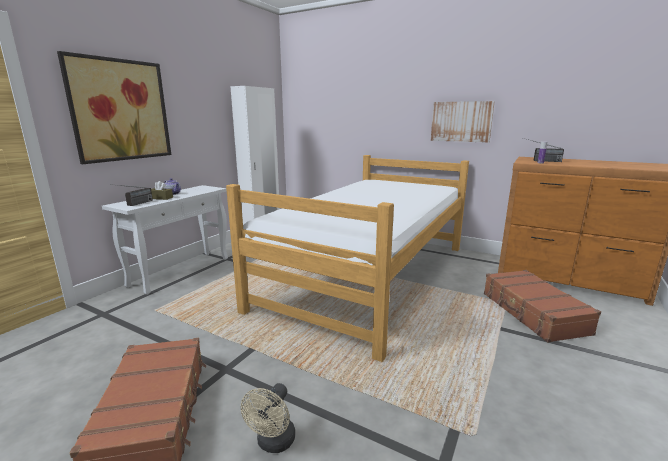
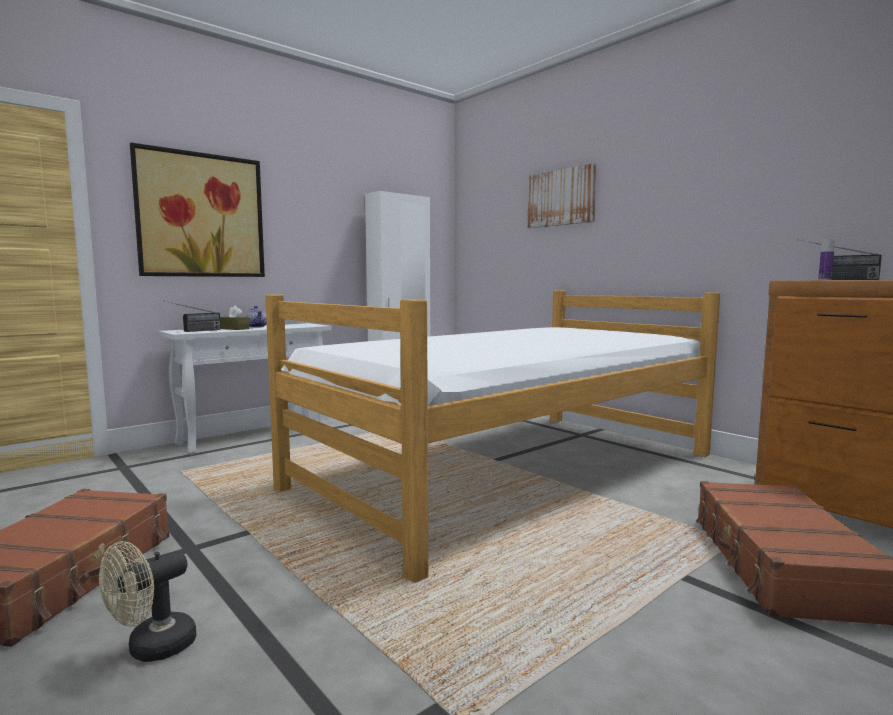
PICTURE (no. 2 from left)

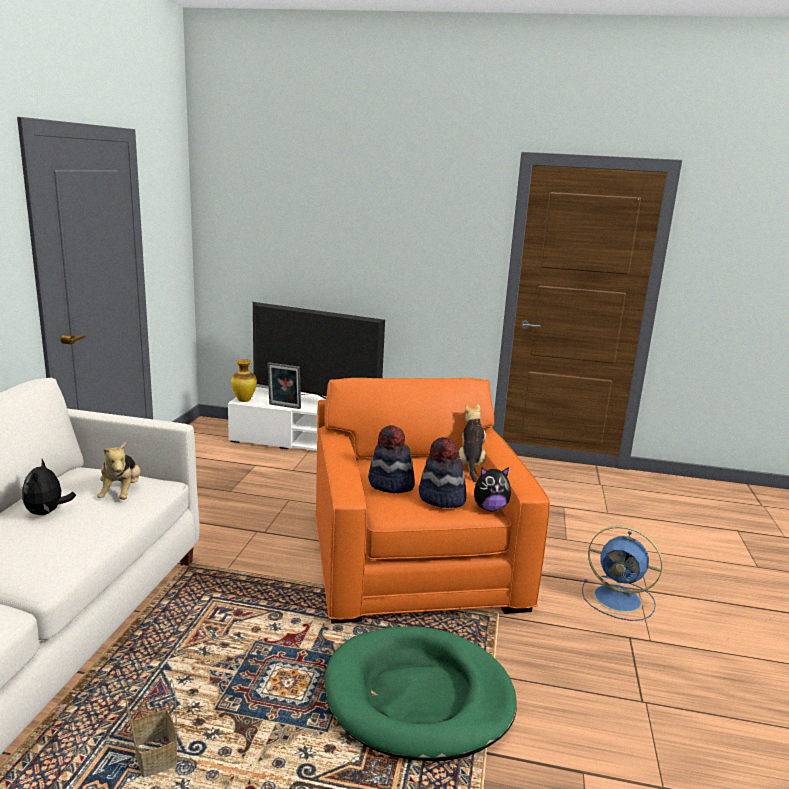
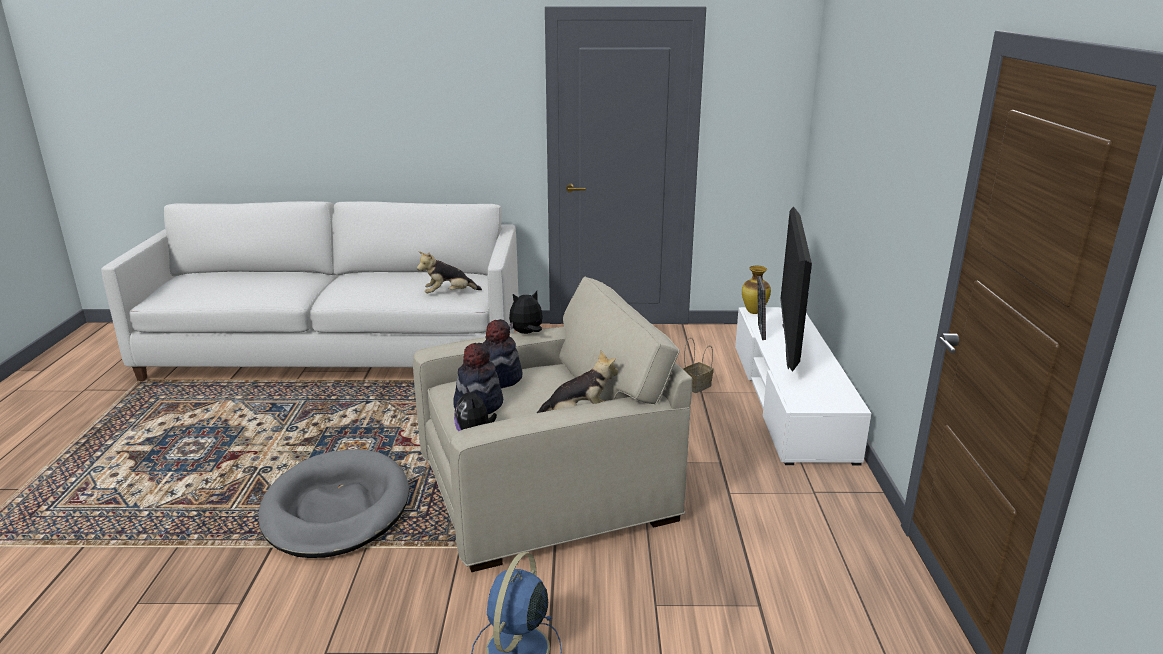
SOFT TOY (no. 3 from left); HOUSEHOLD BASKET; BEIGE-COLOURED ARMCHAIR; GREYISH DOG BED

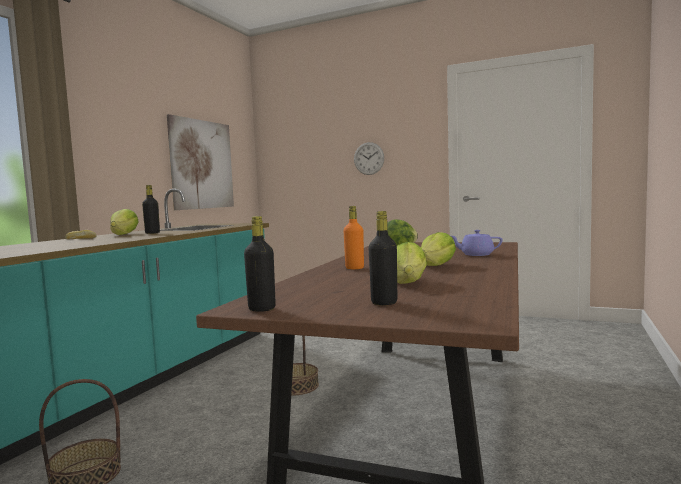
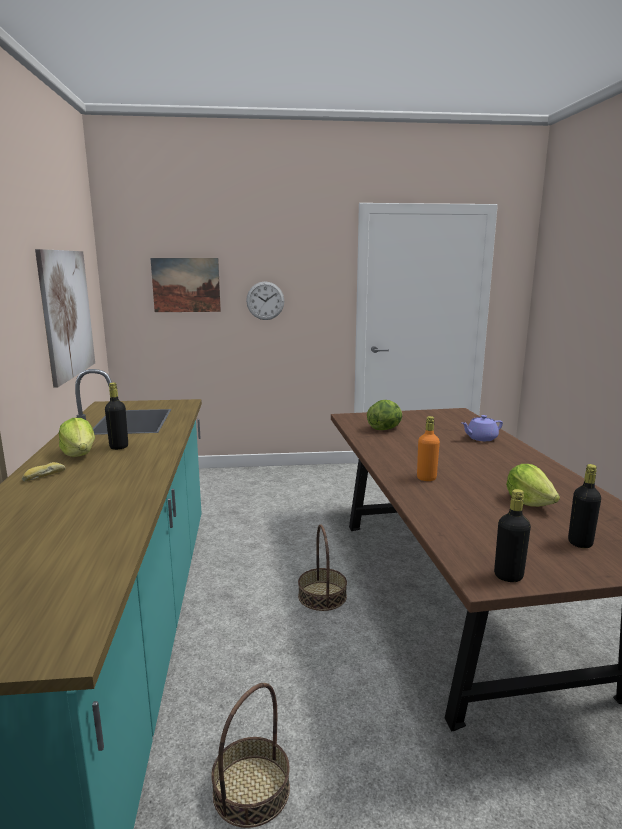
HEAD OF LETTUCE (no. 4 from left in the first image); PICTURE (no. 2 from left)

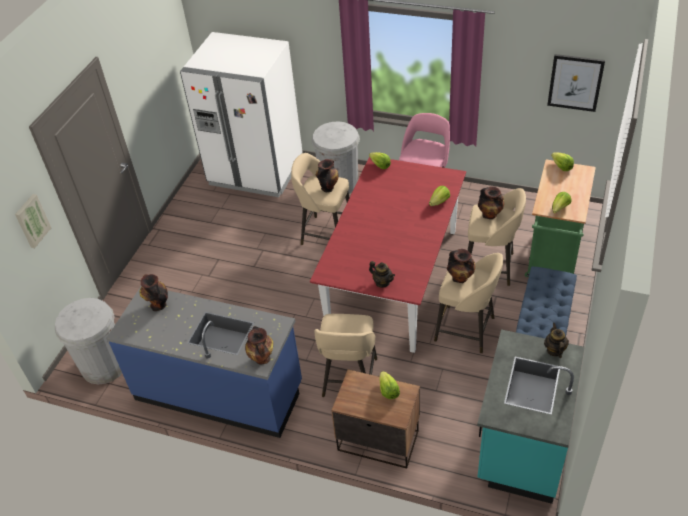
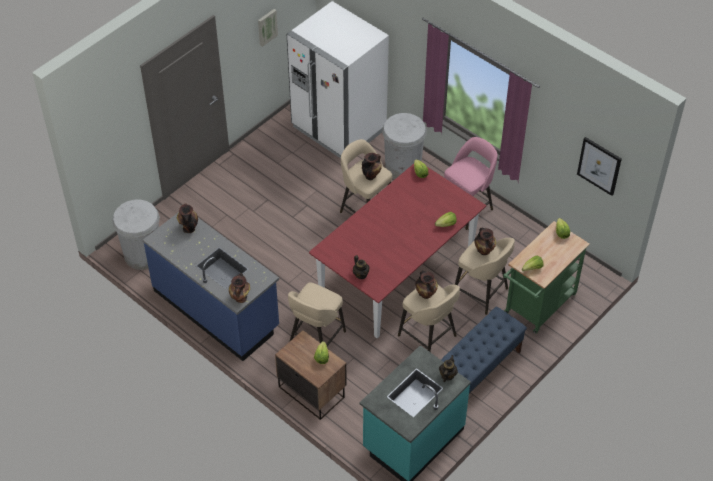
PICTURE (no. 1 from left)

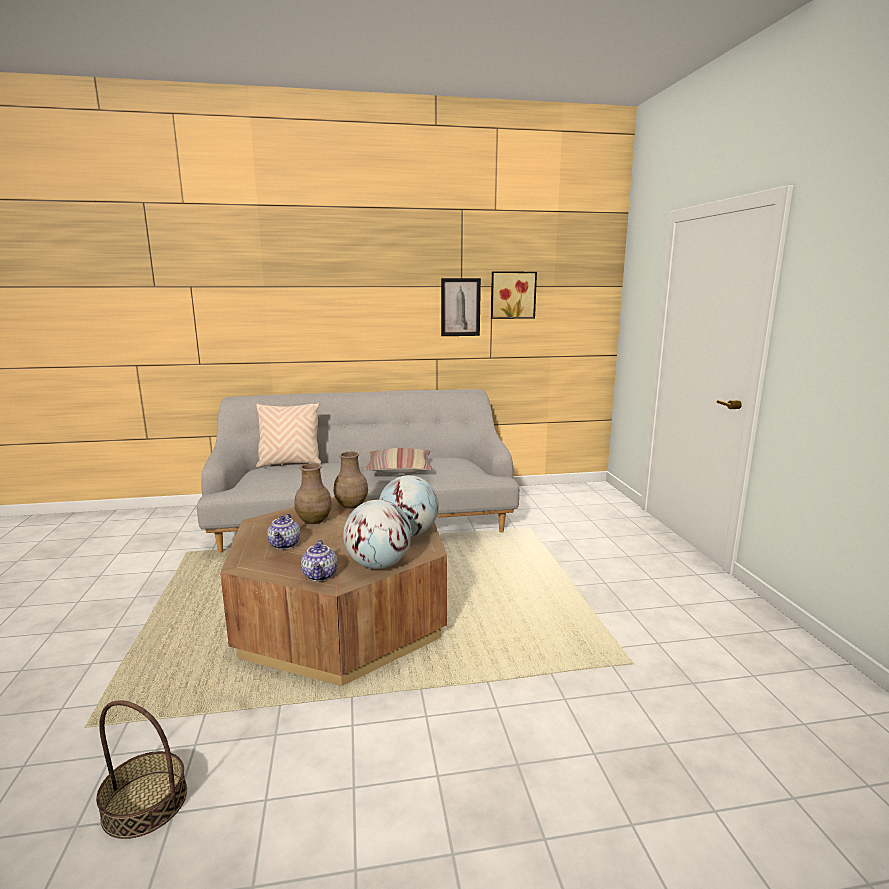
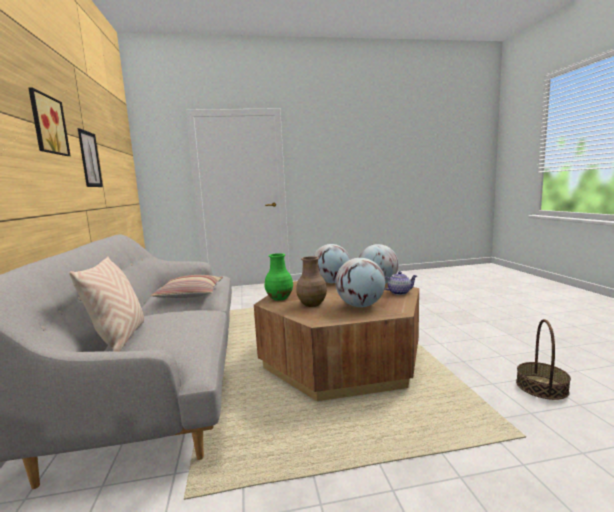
DESK GLOBE (no. 2 from left); GREENISH FLOWER VASE; PICTURE (no. 1 from left)

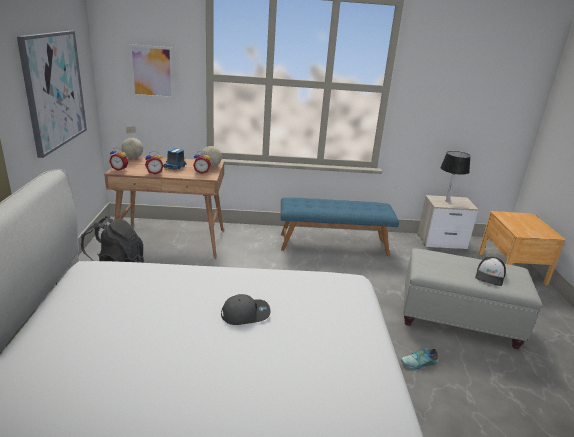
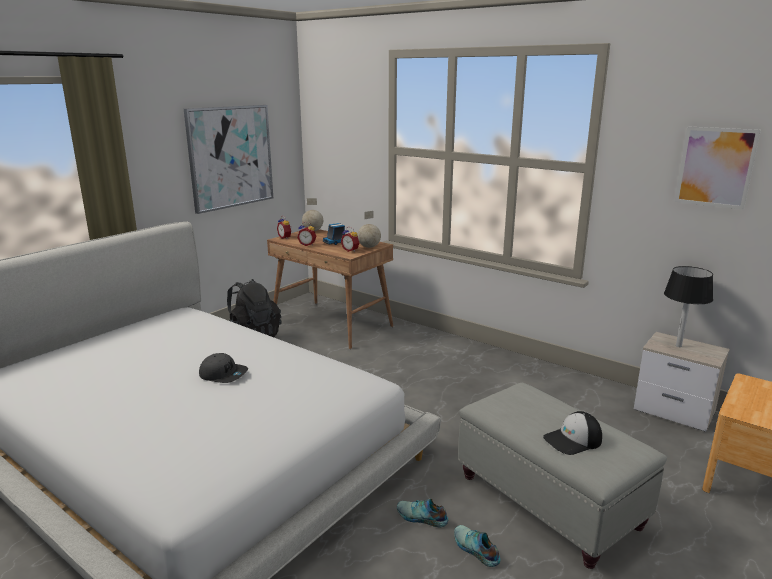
PICTURE (no. 2 from left); BLUE-COLOURED INDOOR BENCH; ITEM OF FOOTWEAR (no. 2 from left)

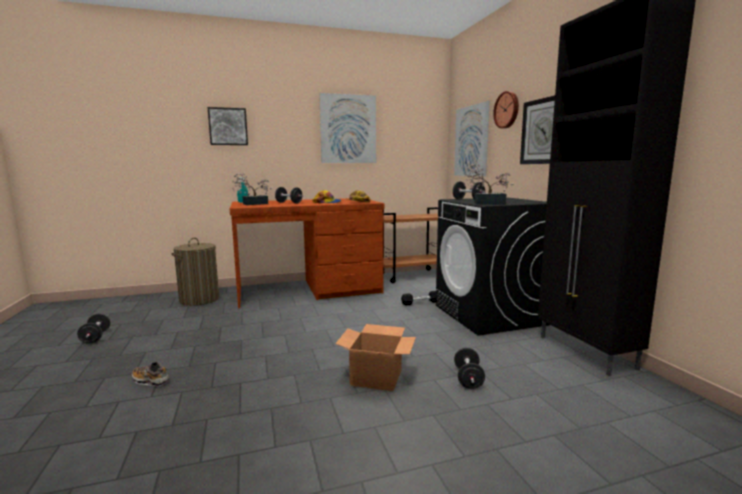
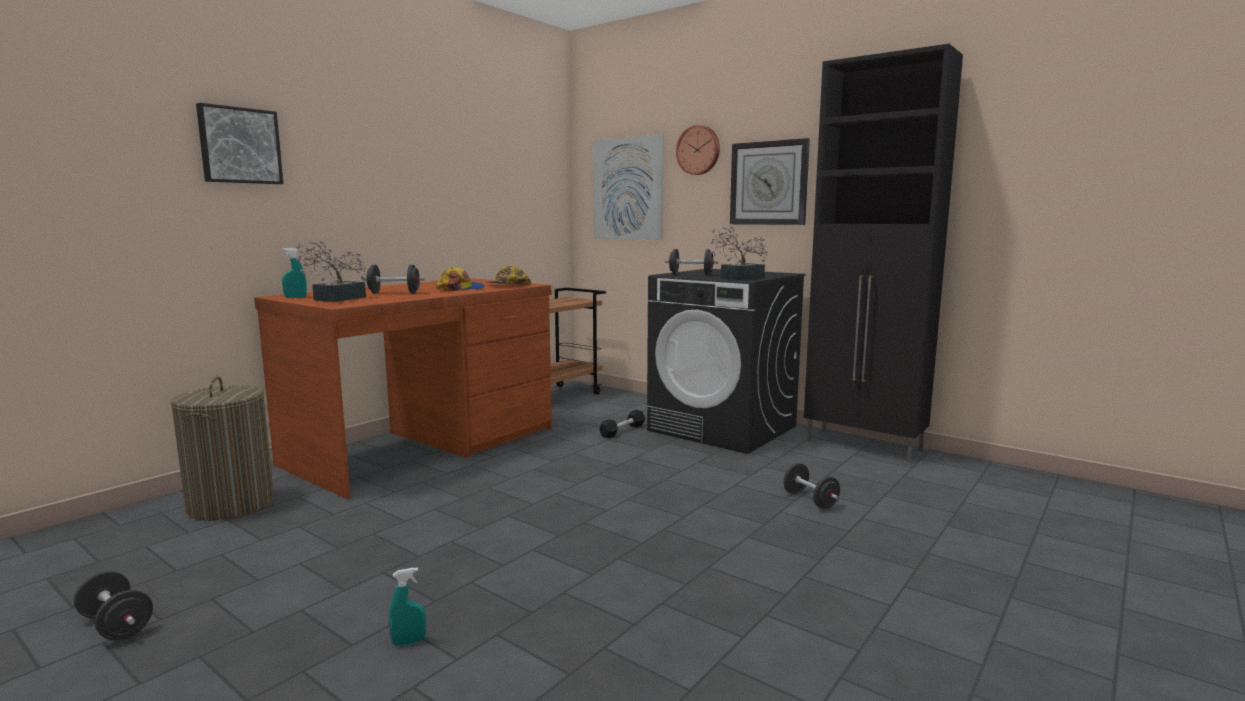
TURQUOISE SPRAYER (no. 2 from left); PICTURE (no. 2 from left in the first image); CARDBOARD BOX

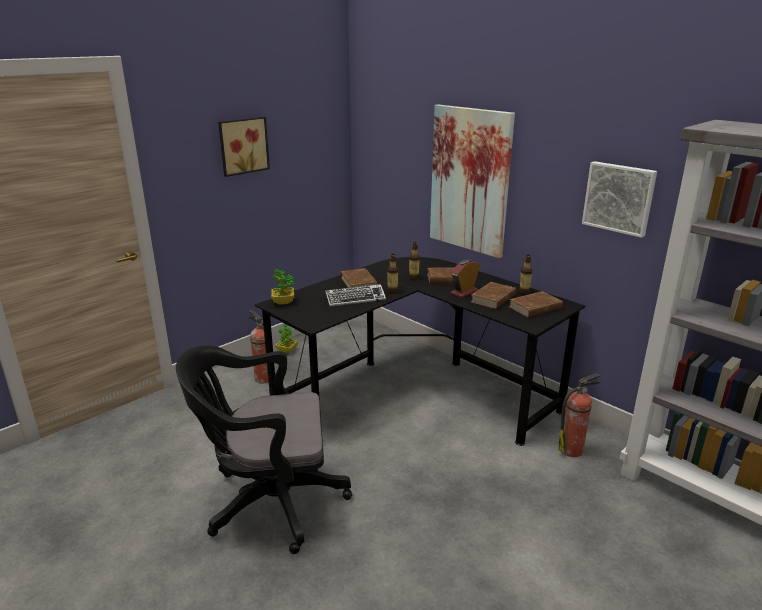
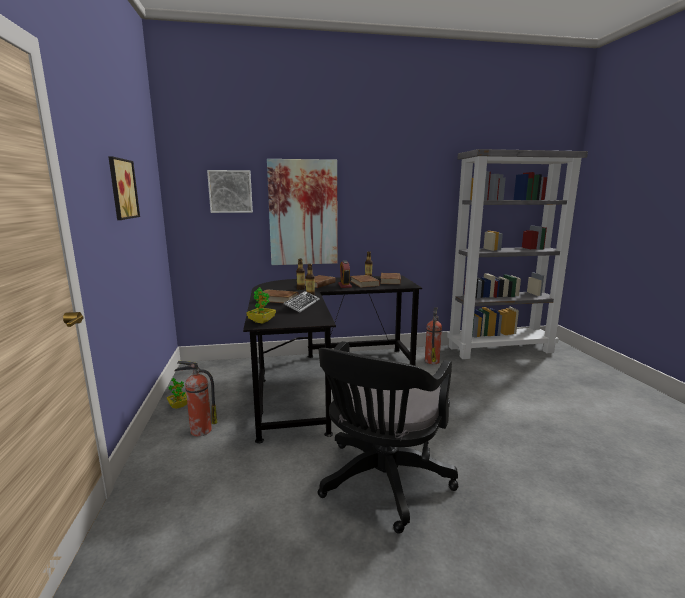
PICTURE (no. 2 from left)

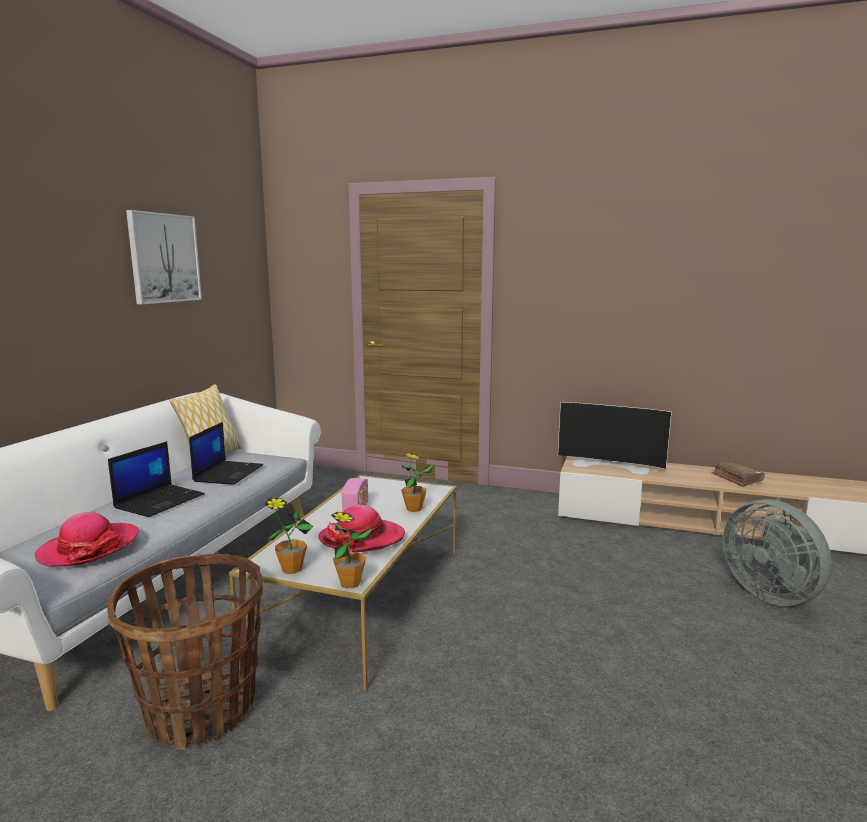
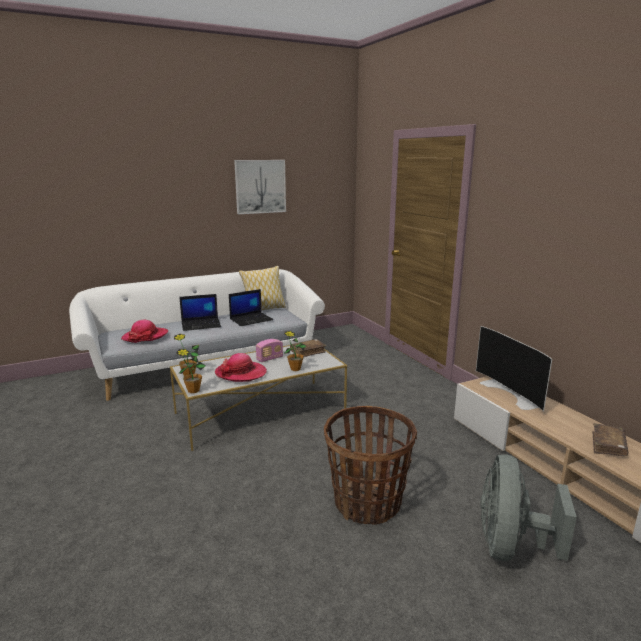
HOUSEHOLD BASKET; BROWN-COLOURED VOLUME (no. 1 from left)

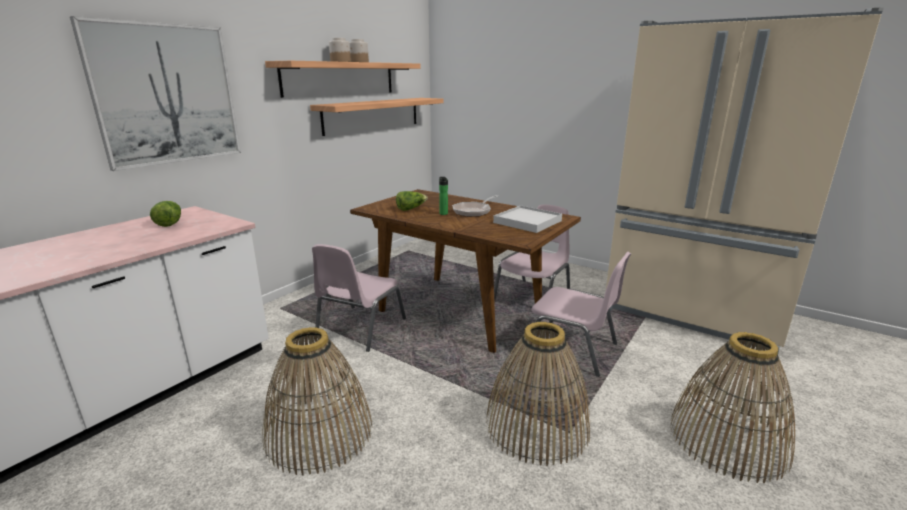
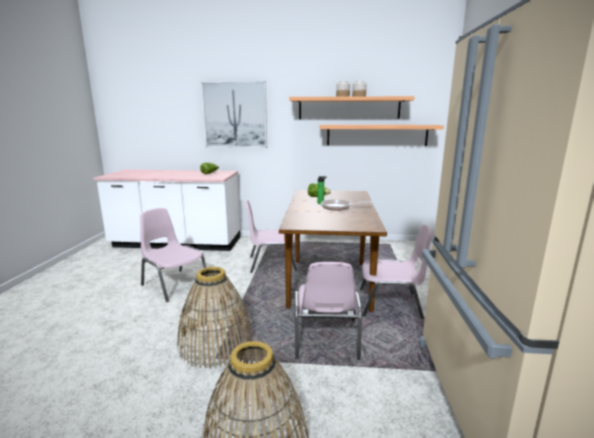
PINKISH CHAIR (no. 1 from left); WHITISH TRAY

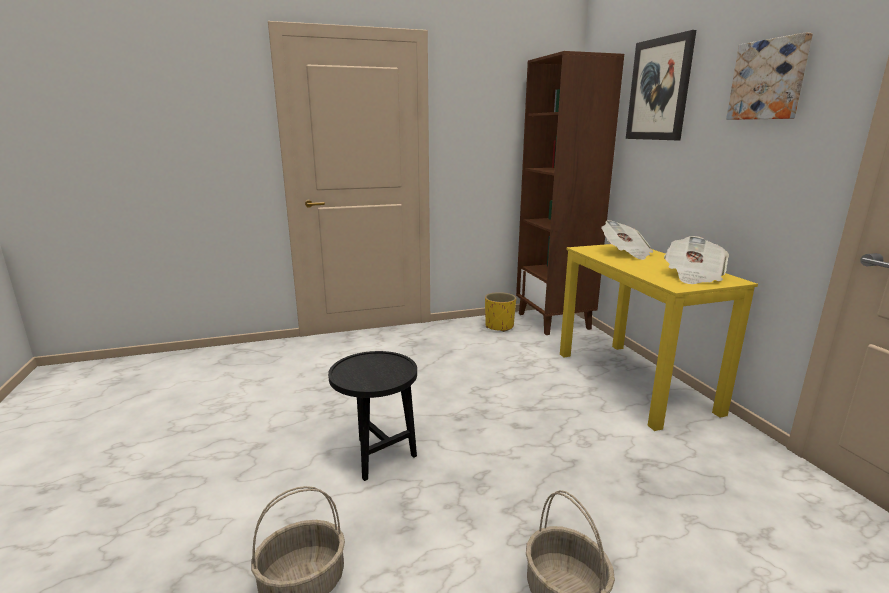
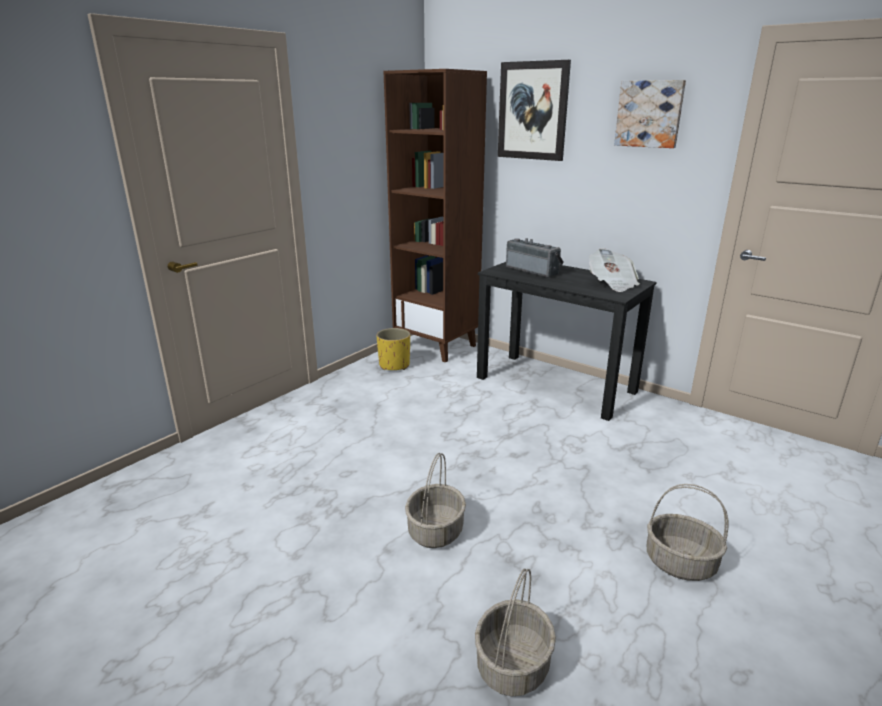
HOUSEHOLD BASKET (no. 1 from left); BLACK DESK; RADIO RECEIVER

